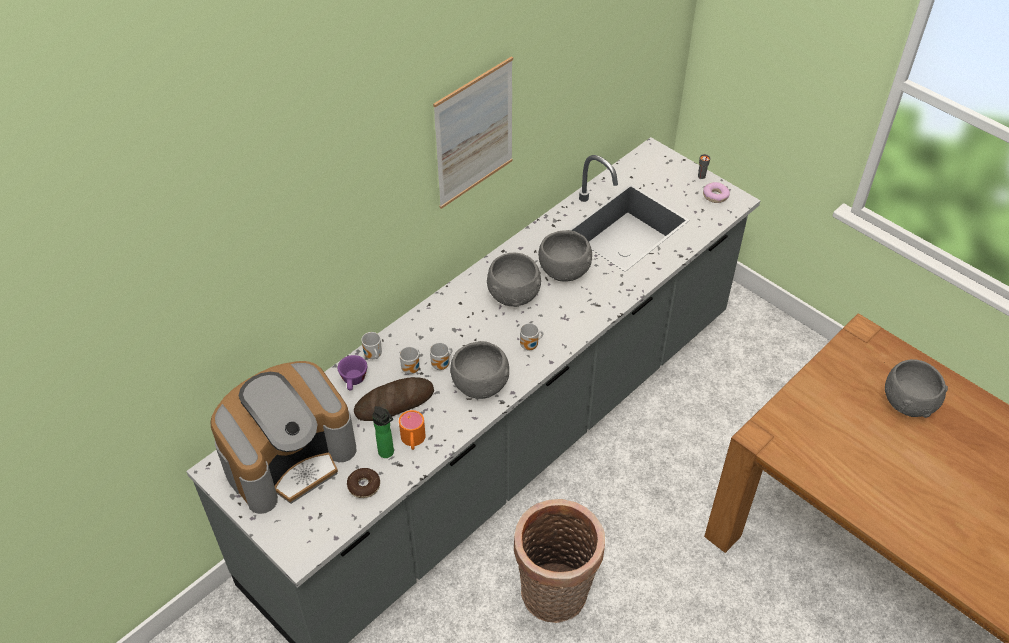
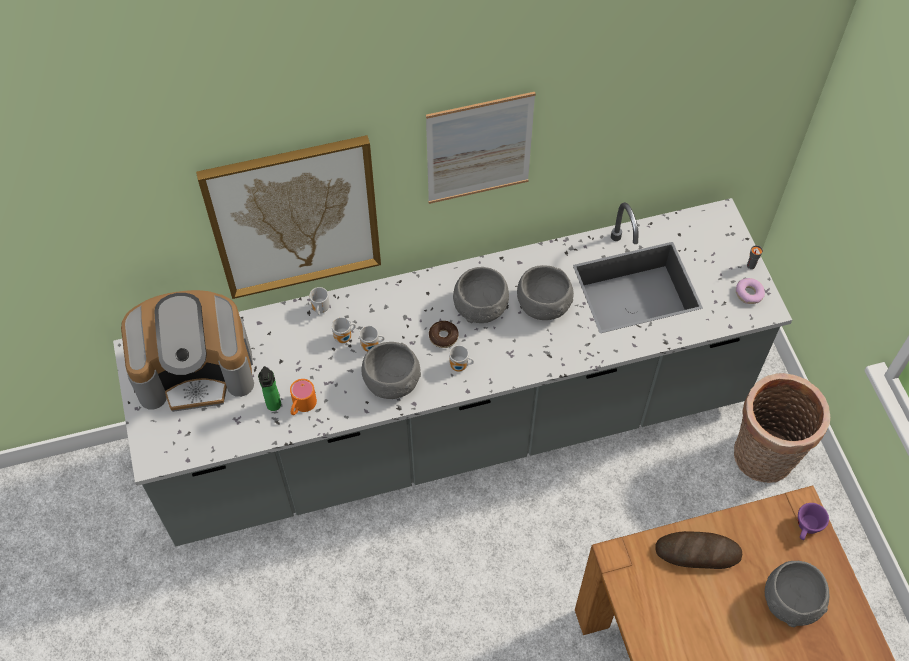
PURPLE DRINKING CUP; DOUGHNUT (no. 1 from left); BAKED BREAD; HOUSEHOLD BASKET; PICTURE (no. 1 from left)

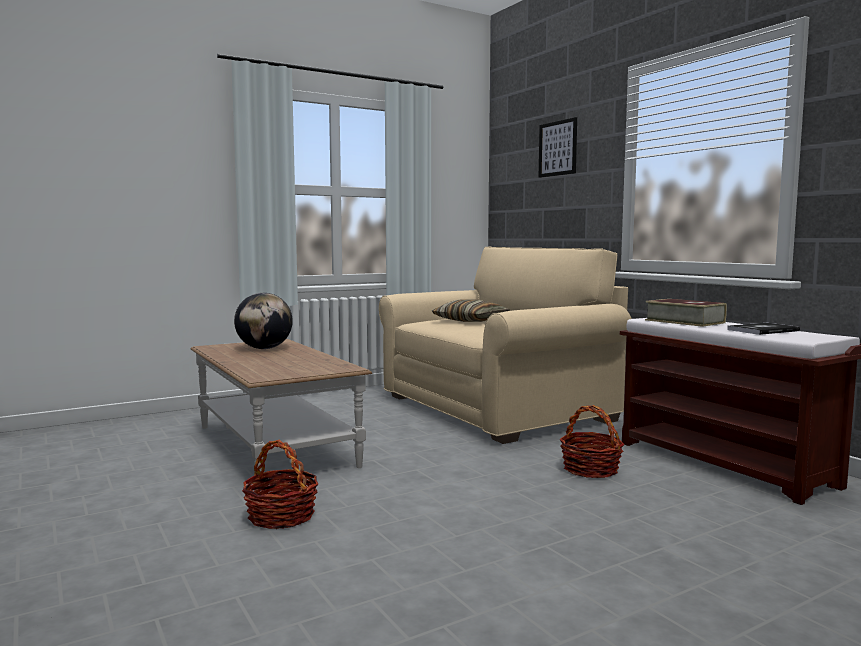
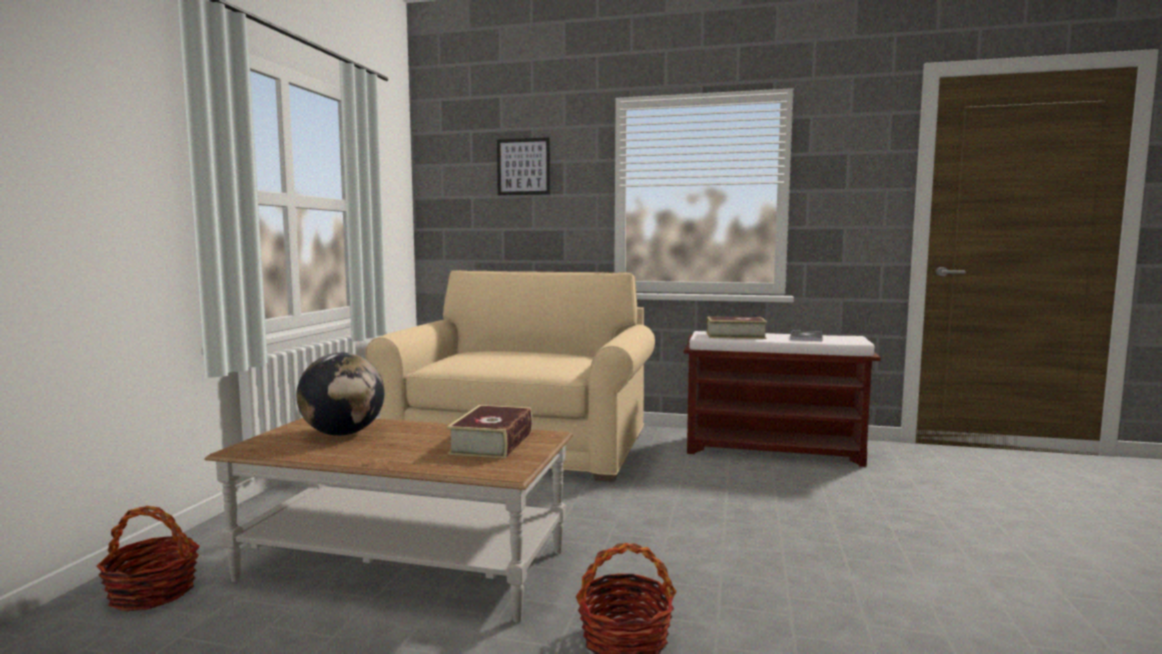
THROW PILLOW; HOUSEHOLD BASKET (no. 1 from left); VOLUME (no. 1 from left)

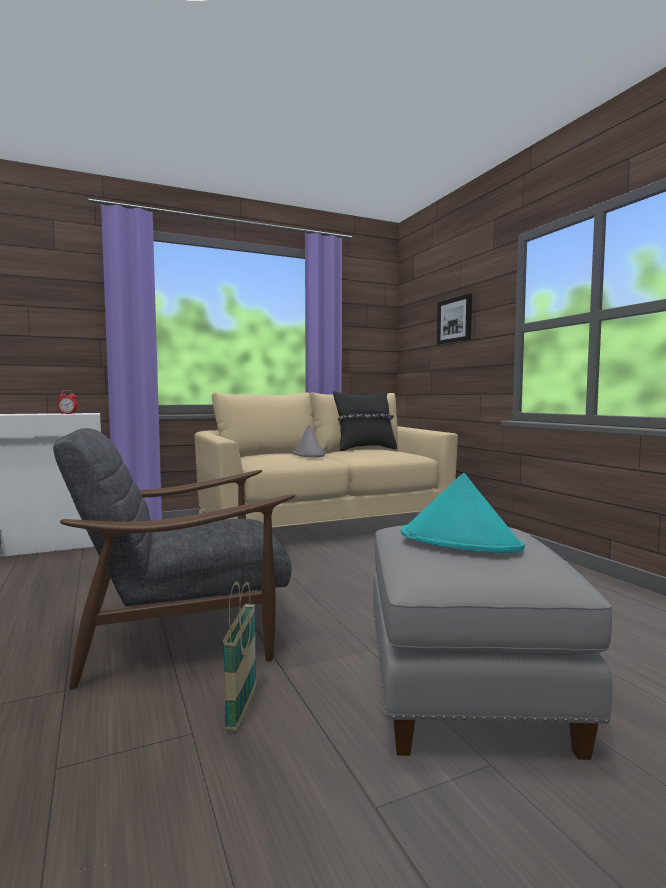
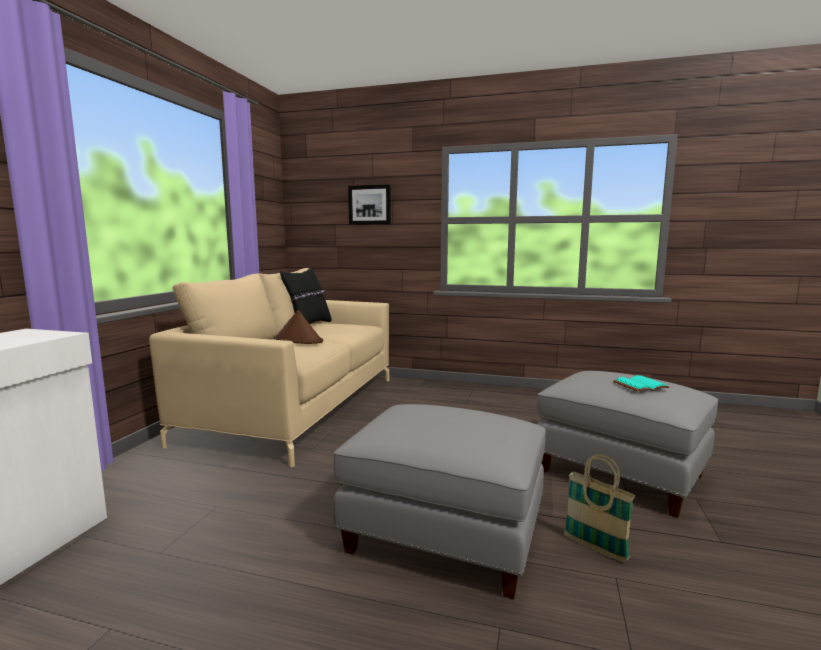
GREYISH FOOTREST (no. 1 from left); ALARM CLOCK; BROWN-COLOURED HAT; TURQUOISE VOLUME

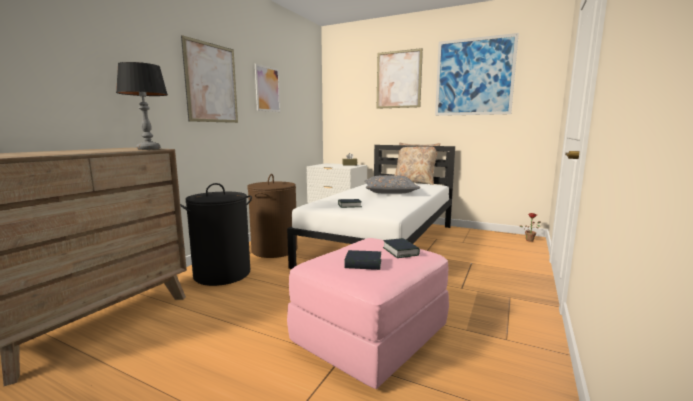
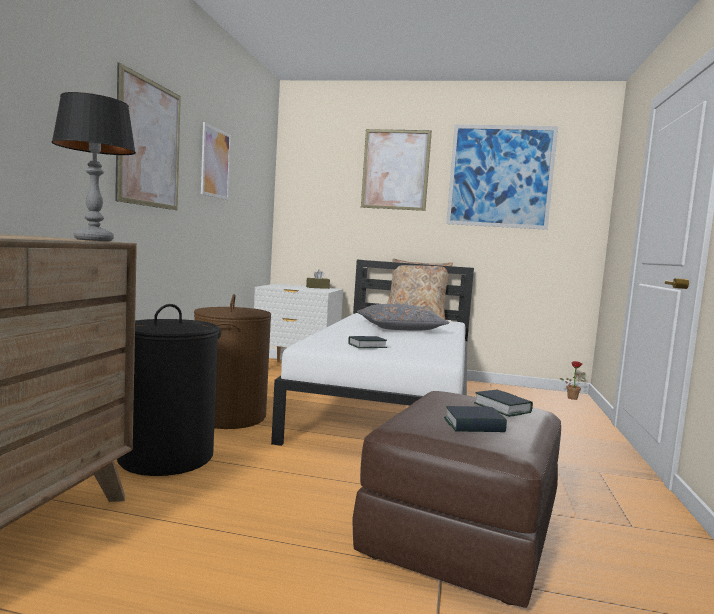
BROWN-COLOURED FOOTREST

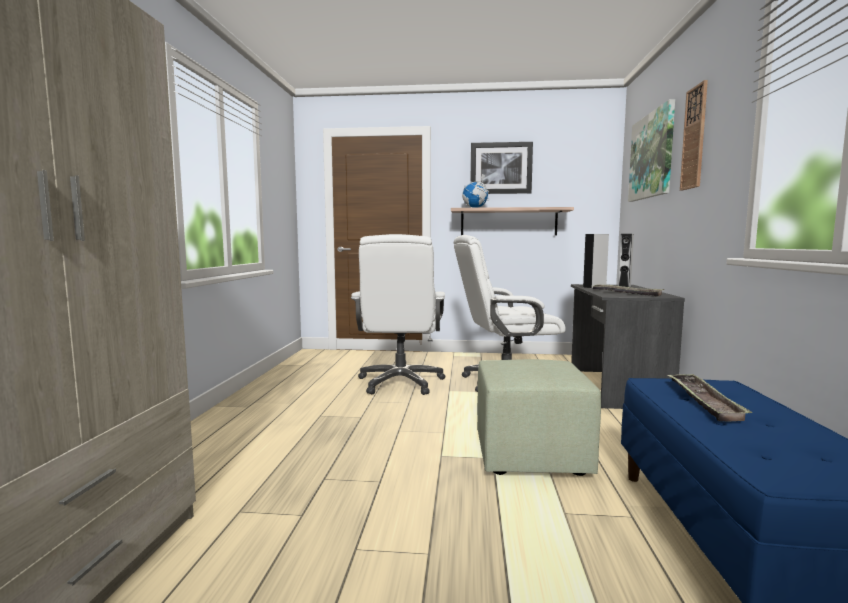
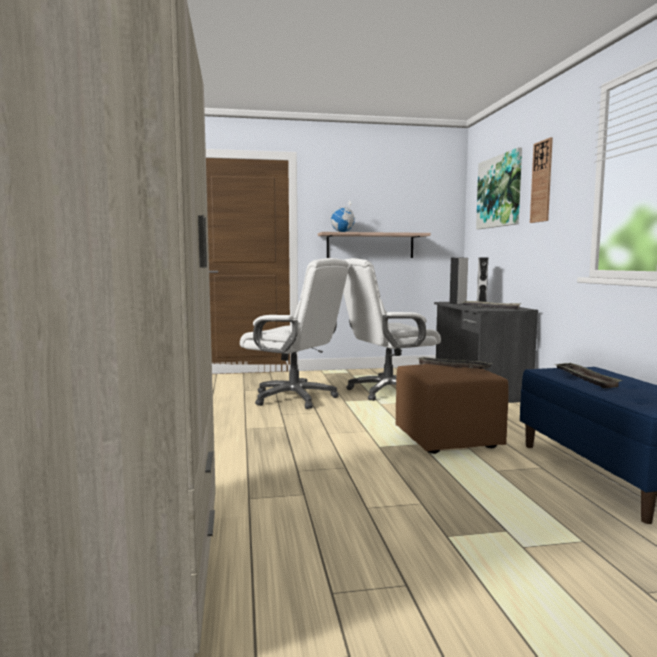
WHITISH COMPUTER CHAIR (no. 1 from left); PICTURE (no. 1 from left in the first image); BROWN-COLOURED FOOTREST; TRAY (no. 1 from left)

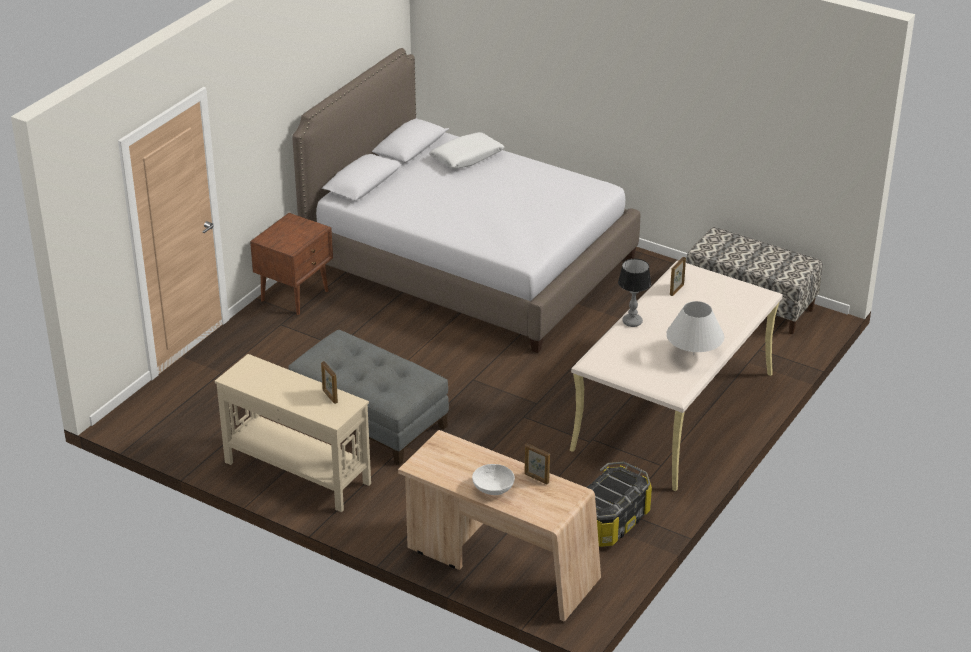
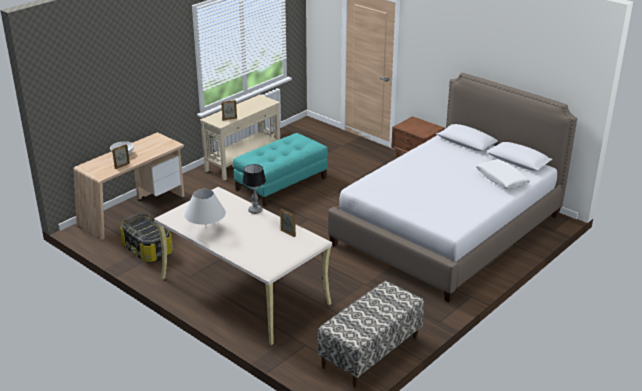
TURQUOISE FOOTREST

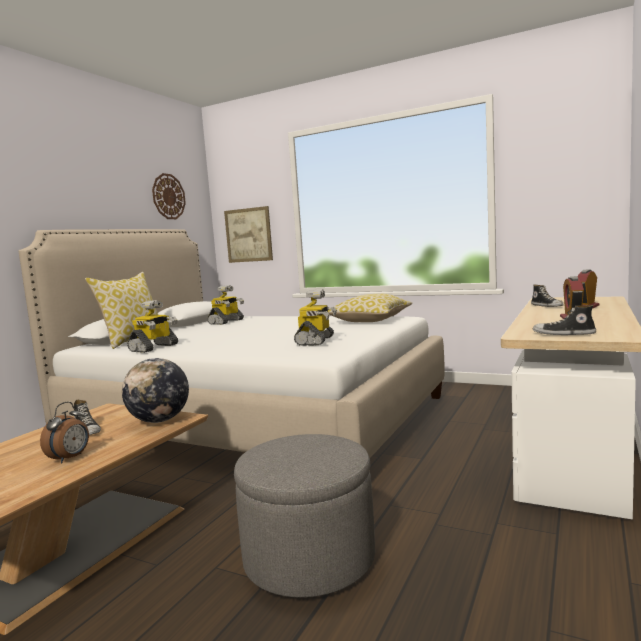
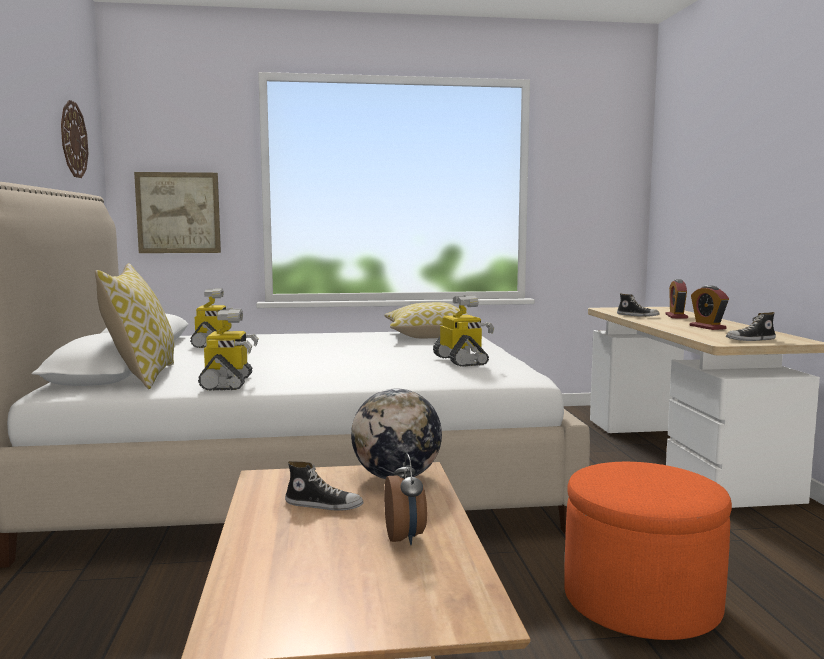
ORANGEY FOOTREST

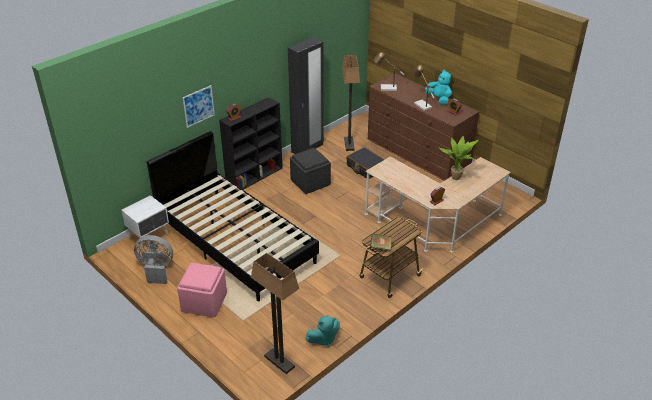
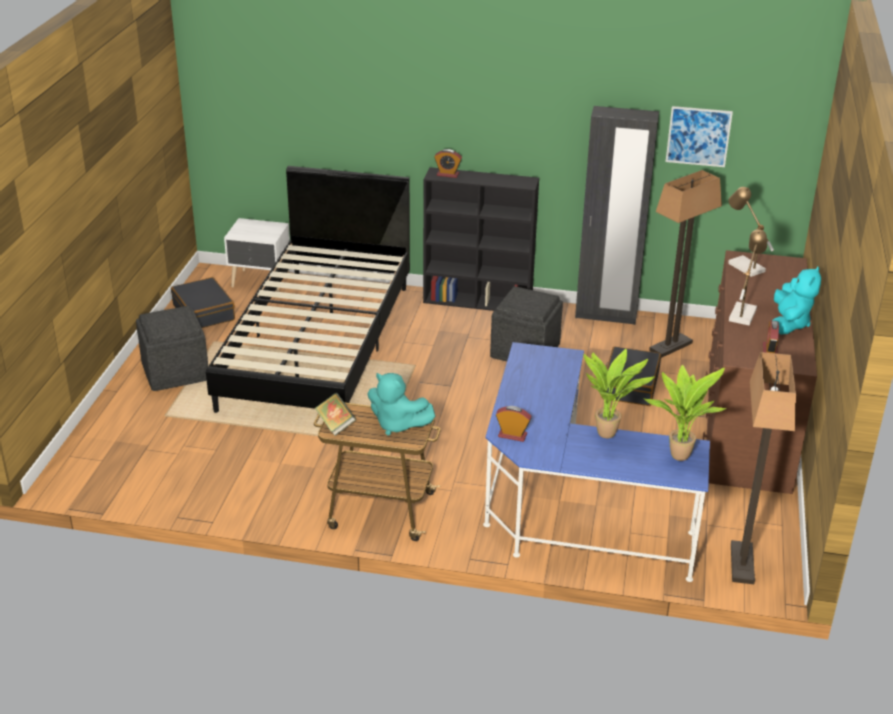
BLACK SUITCASE (no. 1 from left); GREYISH FOOTREST (no. 1 from left); PICTURE; FLOOR LAMP (no. 2 from left); TURQUOISE SOFT TOY (no. 1 from left); BLUE-COLOURED DESK; POTTED PLANT (no. 2 from left)

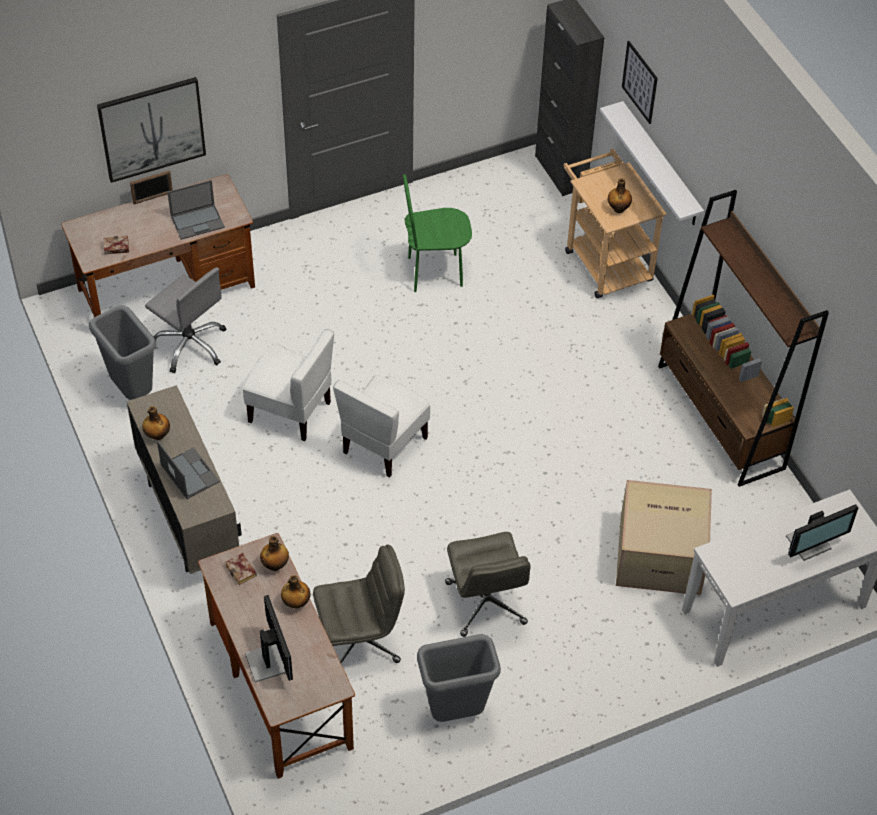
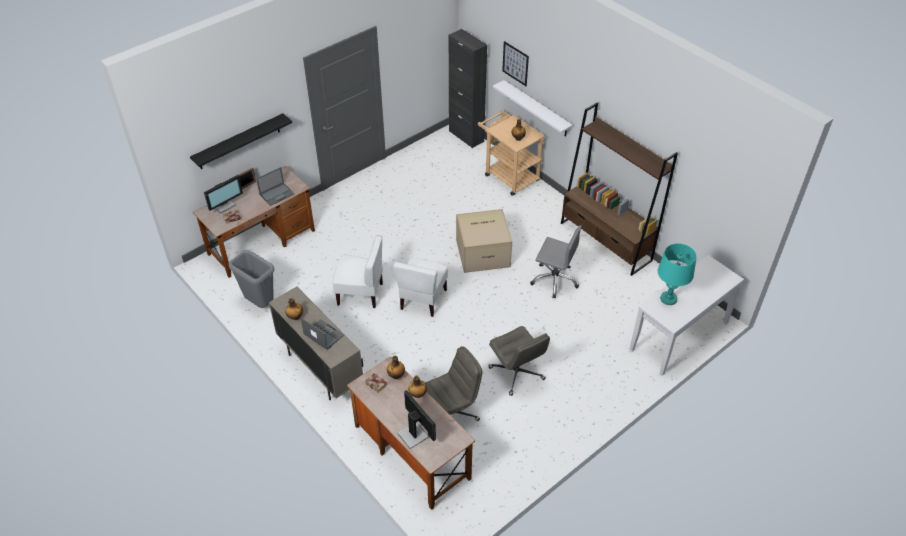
BLACK SHELF; GREYISH COMPUTER CHAIR (no. 3 from left); GREENISH CHAIR; GREYISH RUBBISH BIN (no. 2 from left in the first image); CARDBOARD BOX; MONITOR (no. 1 from left); TURQUOISE LAMP FOR A TABLE

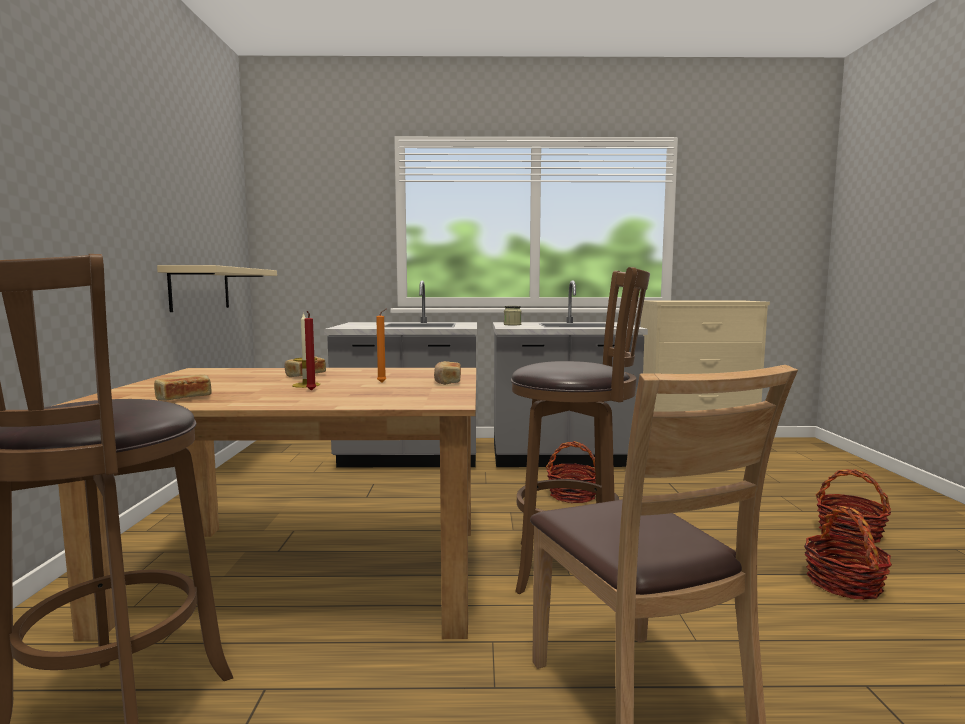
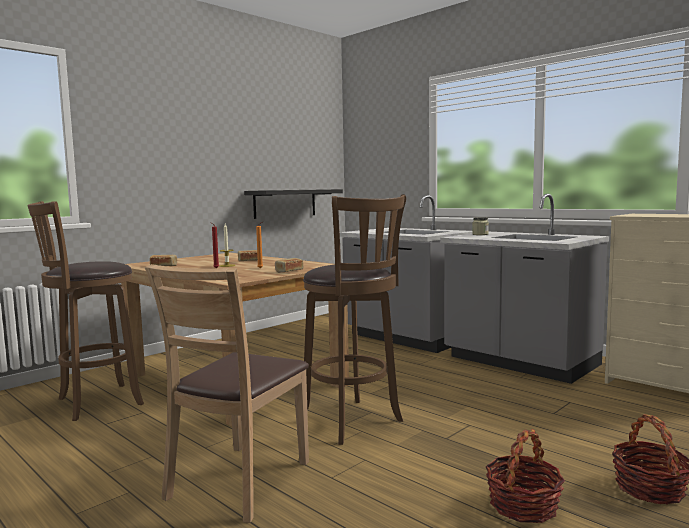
BLACK SHELF; HOUSEHOLD BASKET (no. 1 from left in the first image)

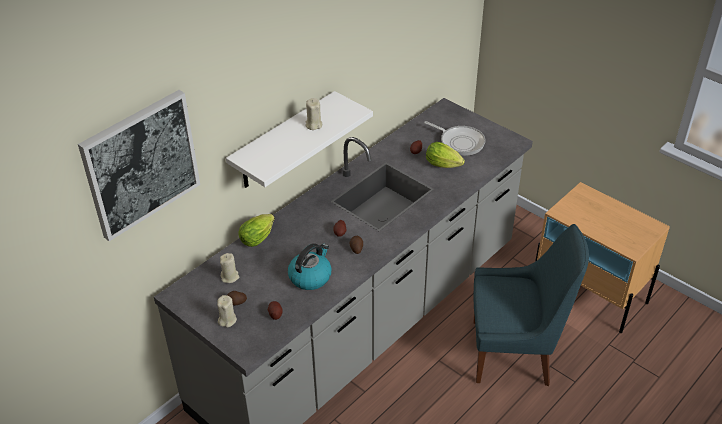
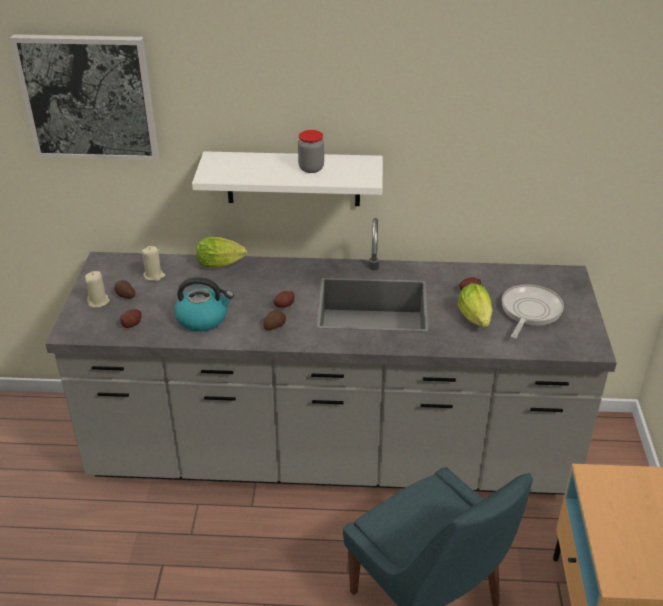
PRESERVE JAR; FRYING PAN

